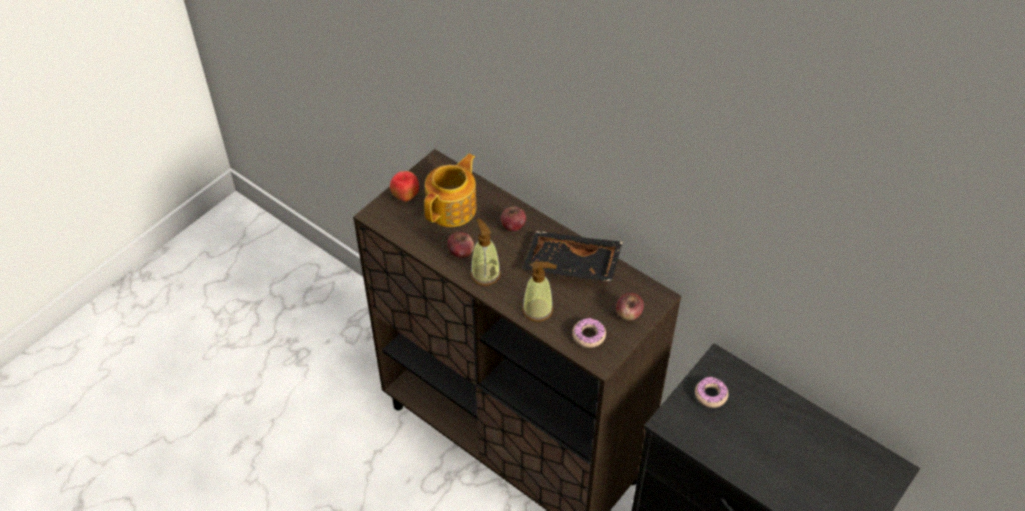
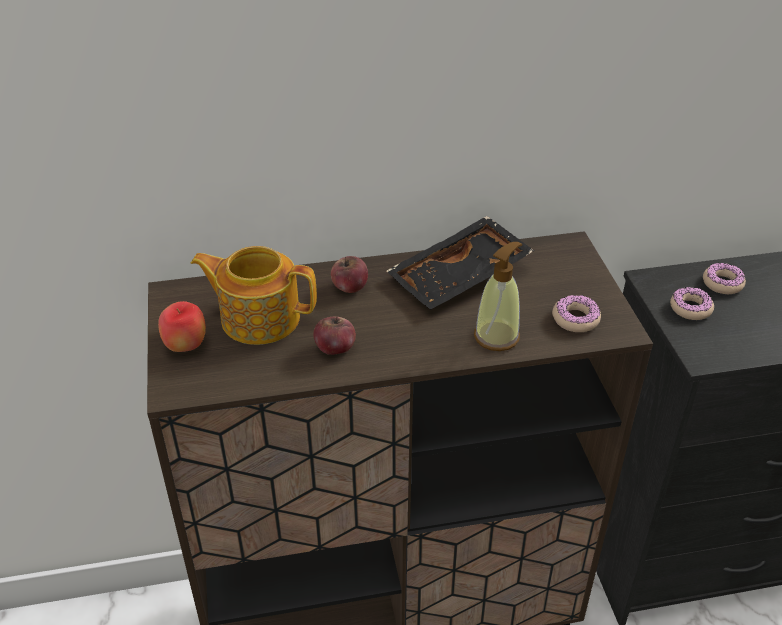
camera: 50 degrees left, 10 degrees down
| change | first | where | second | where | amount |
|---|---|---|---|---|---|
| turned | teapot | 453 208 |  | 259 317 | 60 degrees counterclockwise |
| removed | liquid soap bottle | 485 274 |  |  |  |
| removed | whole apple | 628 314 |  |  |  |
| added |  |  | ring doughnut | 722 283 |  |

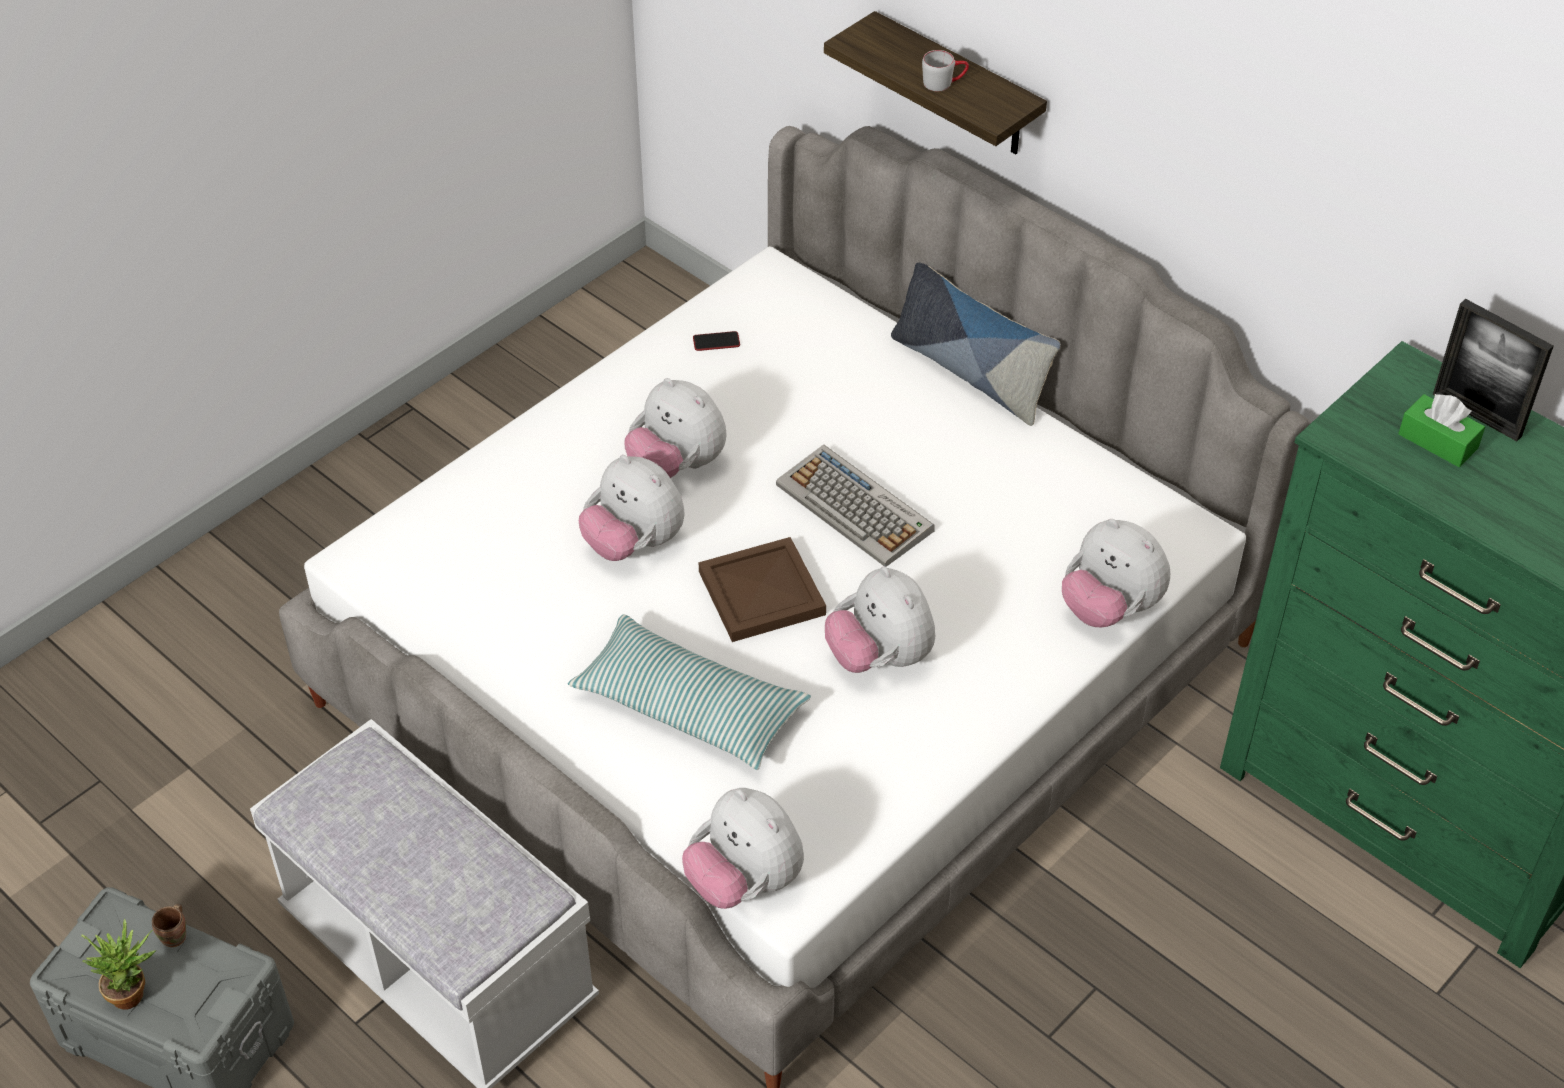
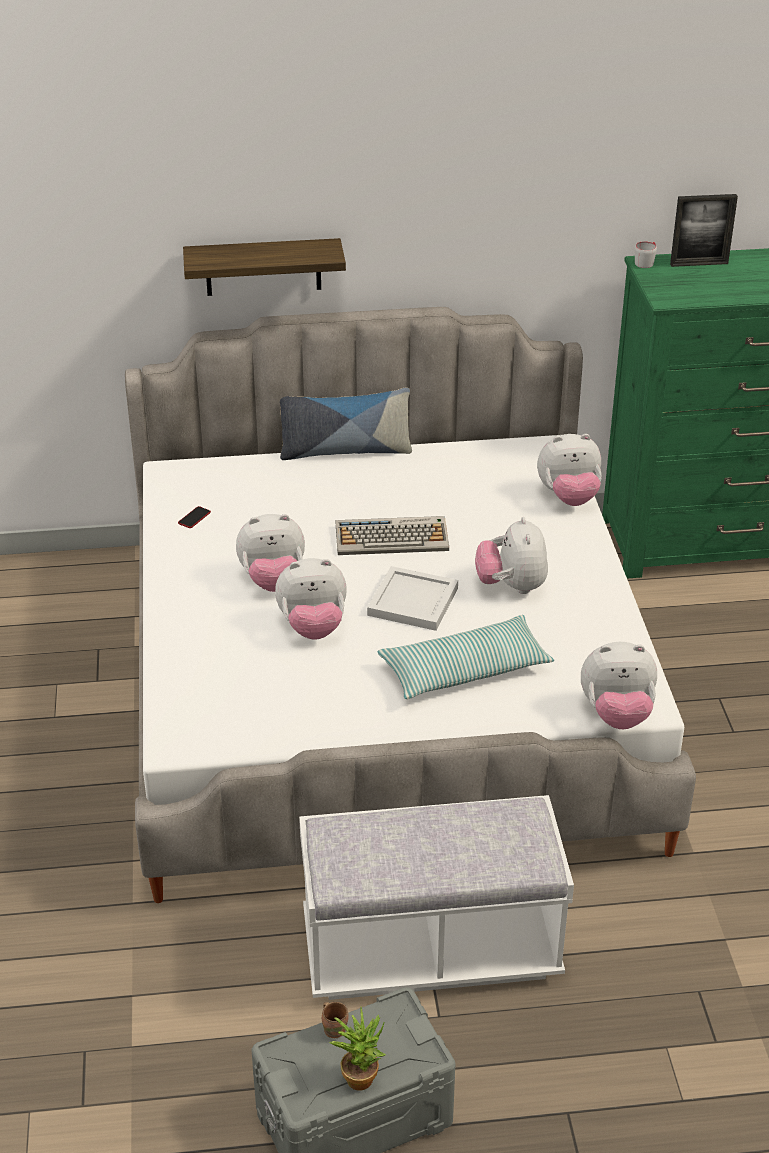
camera: 50 degrees left, 10 degrees down
| change | first | where | second | where | amount |
|---|---|---|---|---|---|
| moved | greyish mug | 944 82 |  | 646 262 |  |
| removed | green-coloured box of tissues | 1438 441 |  |  |  |
| recoloured | brown serving tray | 760 594 | whitish serving tray | 413 602 |  |
| turned | plush toy | 880 657 |  | 511 586 | 75 degrees clockwise |

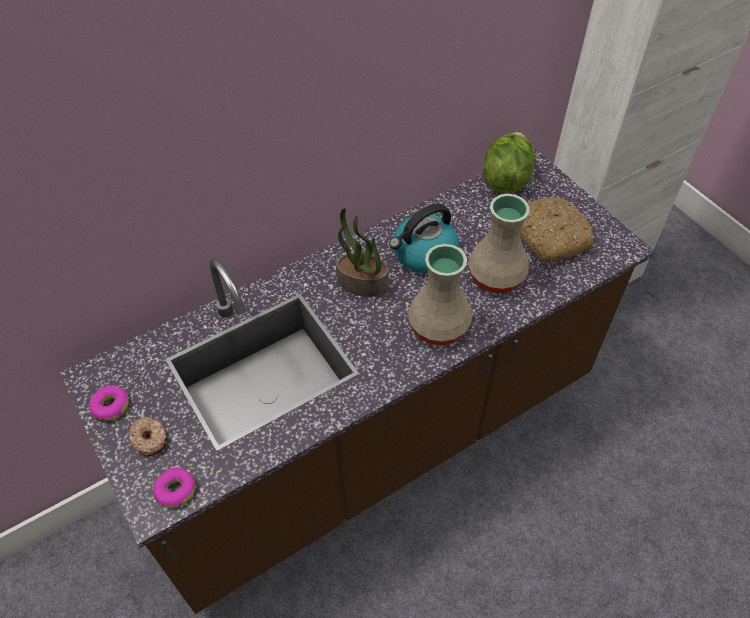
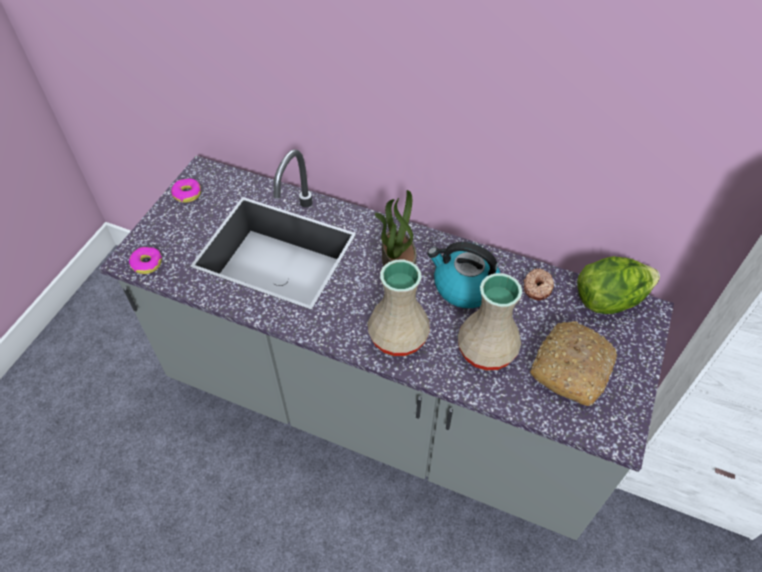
camera: 55 degrees right, 0 degrees up
| change | first | where | second | where | amount |
|---|---|---|---|---|---|
| recoloured | brown kitchen counter | 376 441 | greyish kitchen counter | 381 410 |  |
| moved | ring doughnut | 150 439 |  | 538 288 |  |

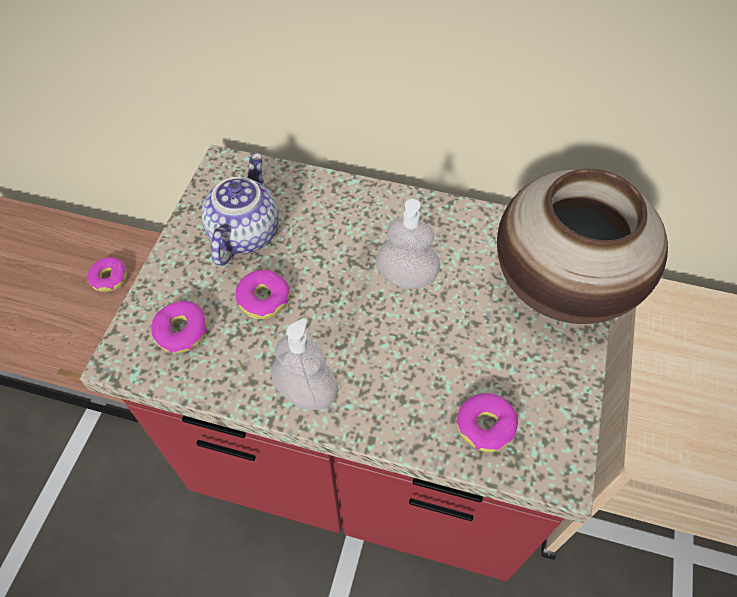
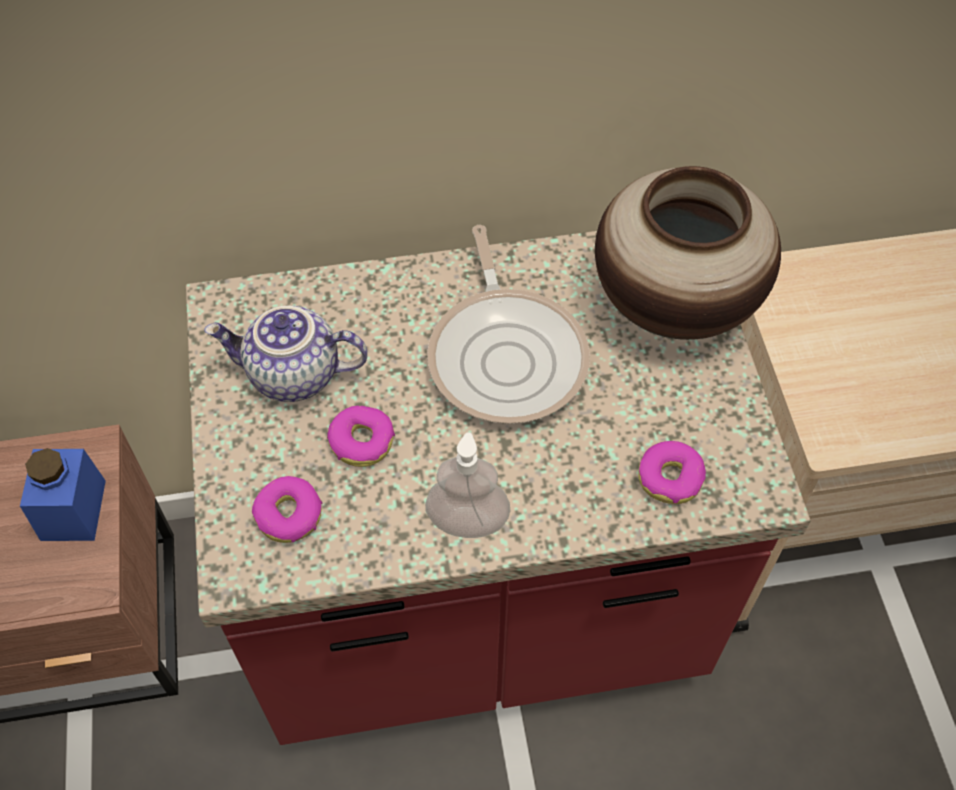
camera: 25 degrees left, 0 degrees up
| change | first | where | second | where | amount |
|---|---|---|---|---|---|
| turned | teapot | 243 233 |  | 293 376 | 75 degrees counterclockwise |
| replaced | liquid soap bottle | 406 277 | skillet | 507 355 |  |
| replaced | ring doughnut | 109 278 | bluish jar | 73 510 |  |

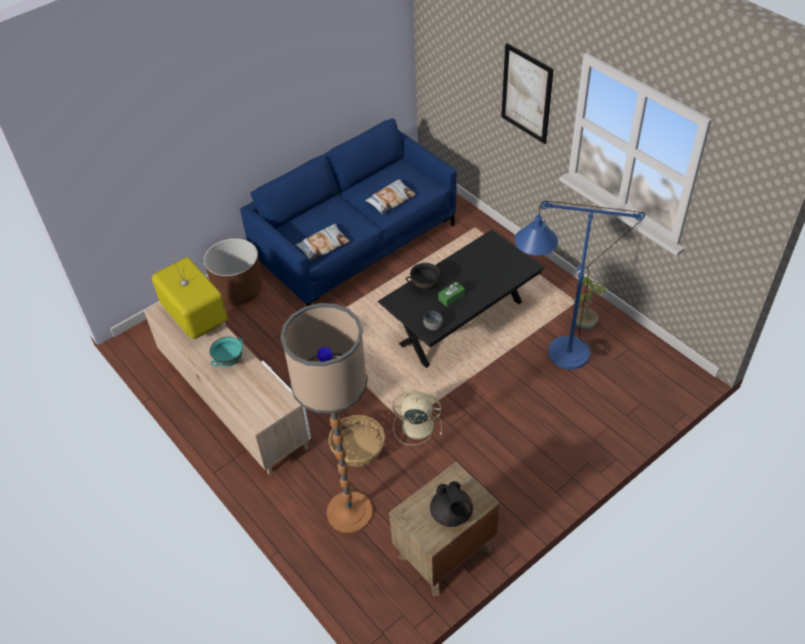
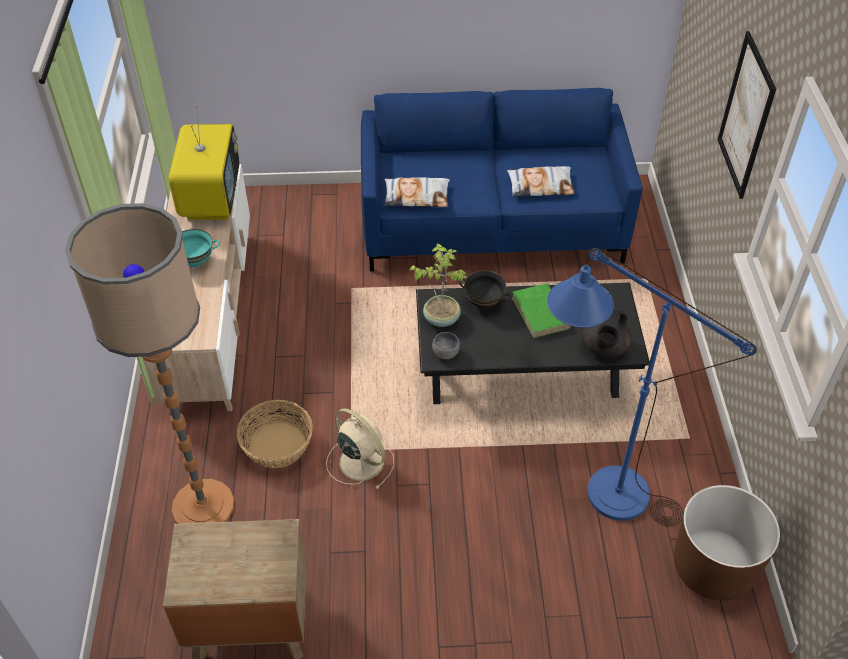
camera: 35 degrees right, 0 degrees up
| change | first | where | second | where | amount |
|---|---|---|---|---|---|
| moved | brown plant pot | 239 290 |  | 713 567 |  |
| moved | plant in a pot | 583 323 |  | 441 318 |  |
| removed | green-coloured box of tissues | 451 297 |  |  |  |
| moved | blackish teapot | 451 515 |  | 604 349 |  |
| added |  |  | green-coloured volume | 541 313 |  |

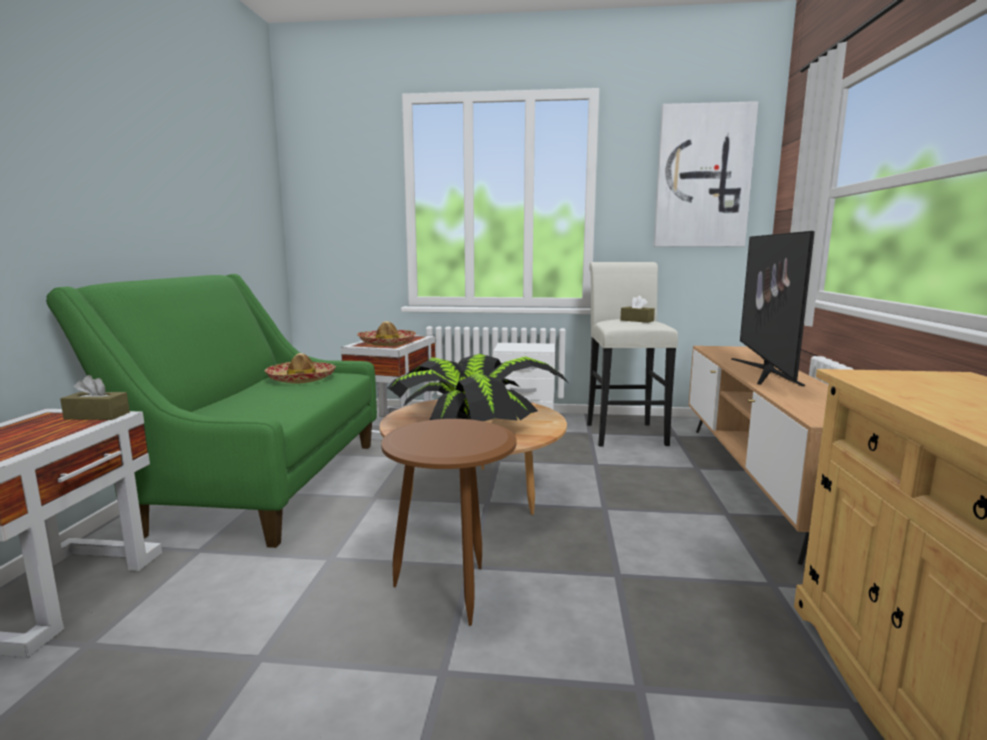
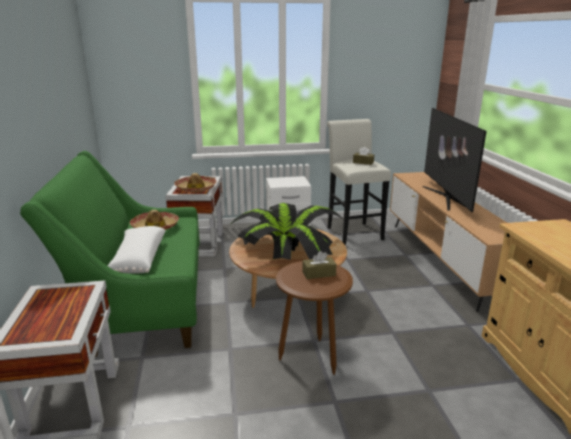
camera: 15 degrees left, 10 degrees up
| change | first | where | second | where | amount |
|---|---|---|---|---|---|
| removed | wall art | 703 177 |  |  |  |
| moved | brown box of tissues | 97 416 |  | 319 273 |  |
| added |  |  | whitish cushion | 138 259 |  |

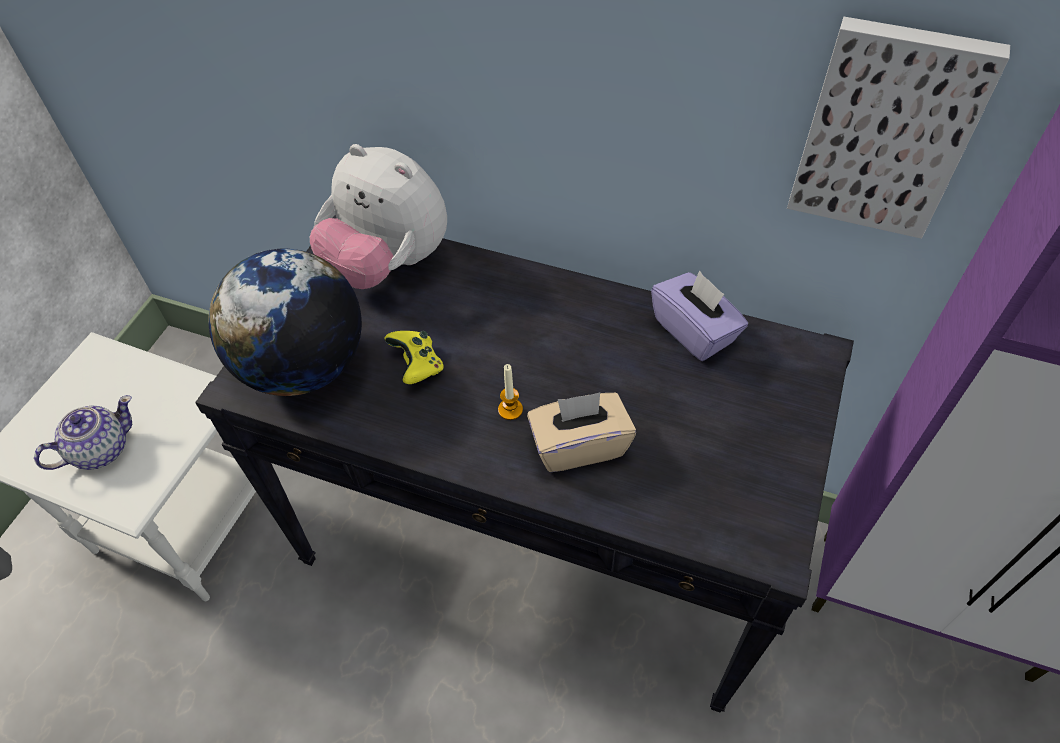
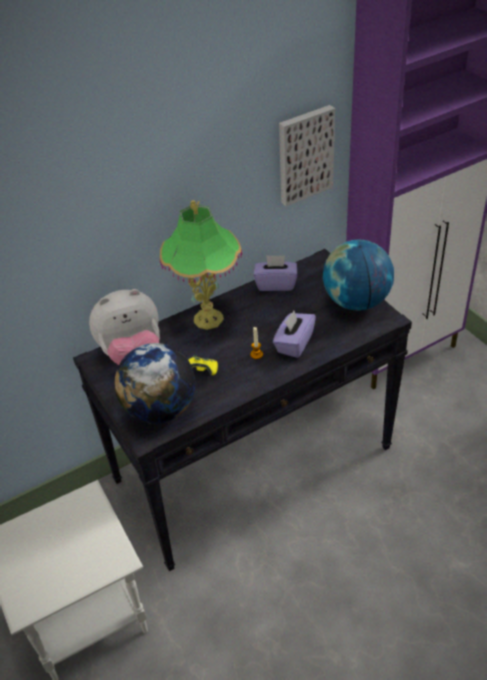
camera: 50 degrees left, 10 degrees down
| change | first | where | second | where | amount |
|---|---|---|---|---|---|
| recoloured | sand-coloured box of tissues | 579 445 | purplish box of tissues | 294 343 |  |
| removed | teapot | 100 450 |  |  |  |
| added |  |  | table lamp | 208 319 |  |
| added |  |  | desk globe | 356 301 |  |

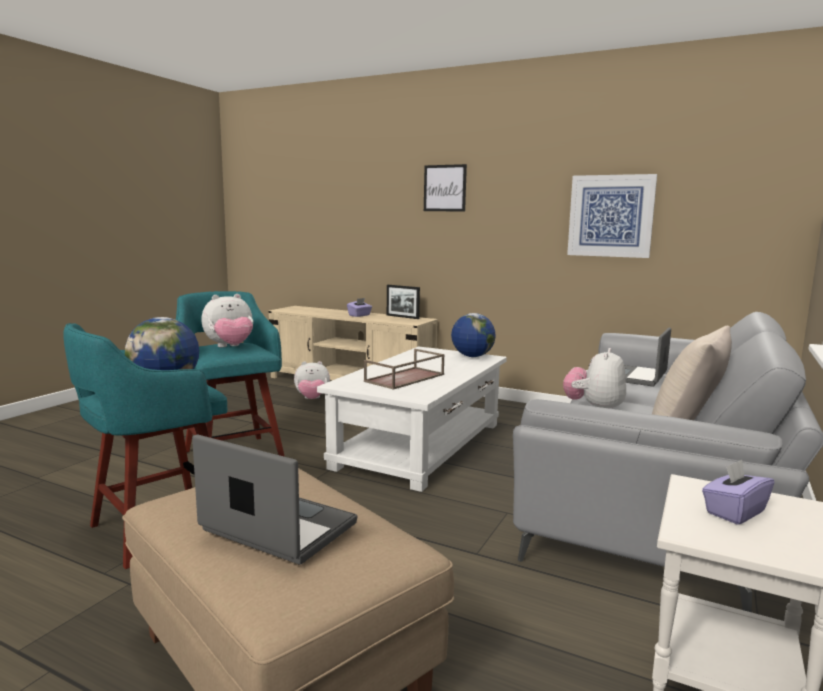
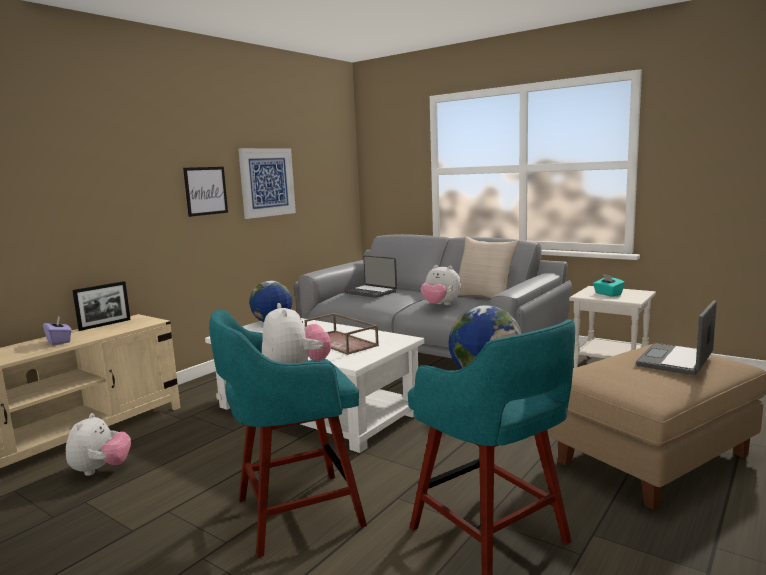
camera: 80 degrees left, 0 degrees up
| change | first | where | second | where | amount |
|---|---|---|---|---|---|
| moved | wall art | 445 188 |  | 206 191 |  |
| recoloured | purplish box of tissues | 734 512 | turquoise box of tissues | 608 294 |  |

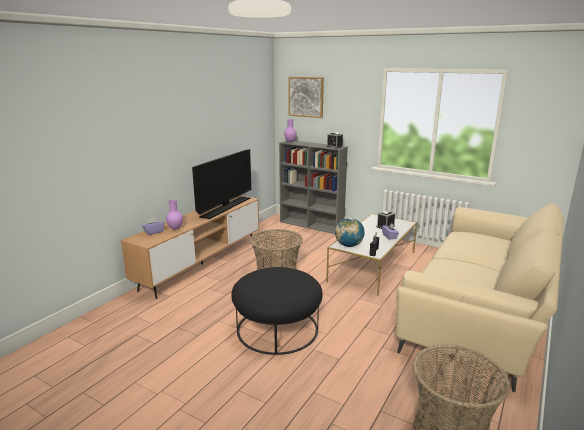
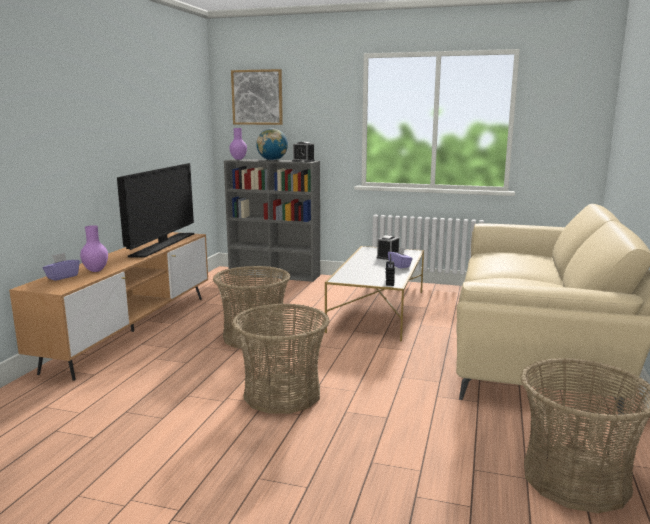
camera: 15 degrees left, 5 degrees down
| change | first | where | second | where | amount |
|---|---|---|---|---|---|
| moved | desk globe | 349 245 |  | 272 160 |  |
| replaced | blackish ottoman | 277 328 | household basket | 282 394 |  |

